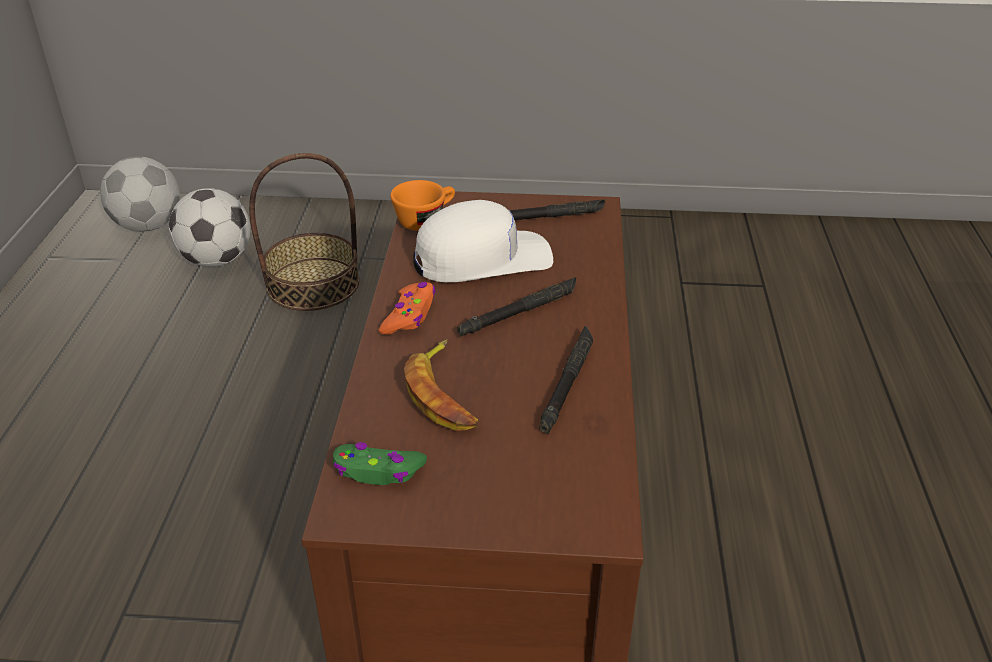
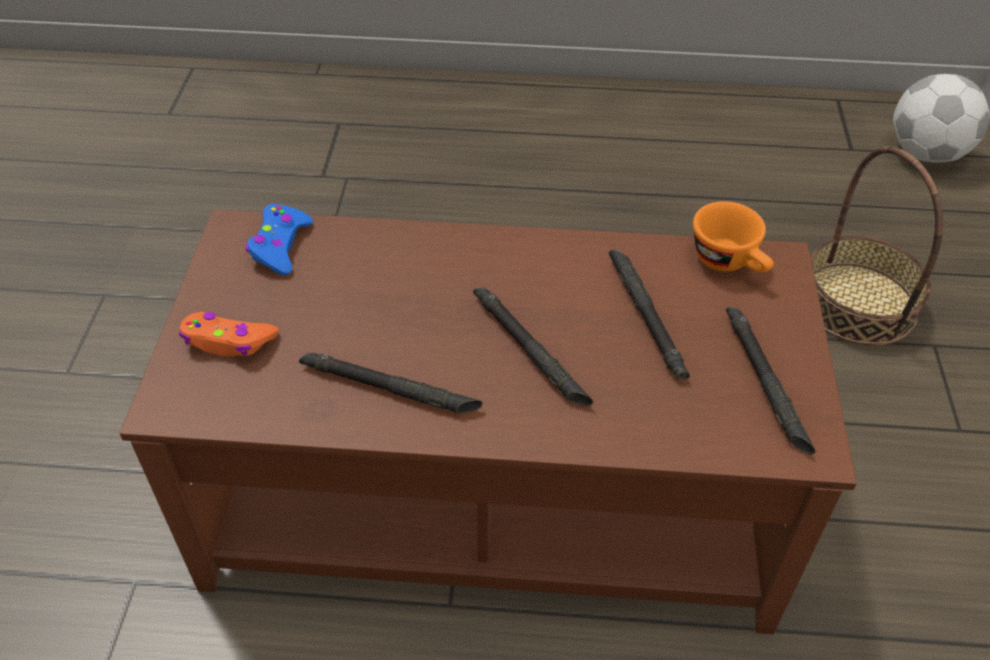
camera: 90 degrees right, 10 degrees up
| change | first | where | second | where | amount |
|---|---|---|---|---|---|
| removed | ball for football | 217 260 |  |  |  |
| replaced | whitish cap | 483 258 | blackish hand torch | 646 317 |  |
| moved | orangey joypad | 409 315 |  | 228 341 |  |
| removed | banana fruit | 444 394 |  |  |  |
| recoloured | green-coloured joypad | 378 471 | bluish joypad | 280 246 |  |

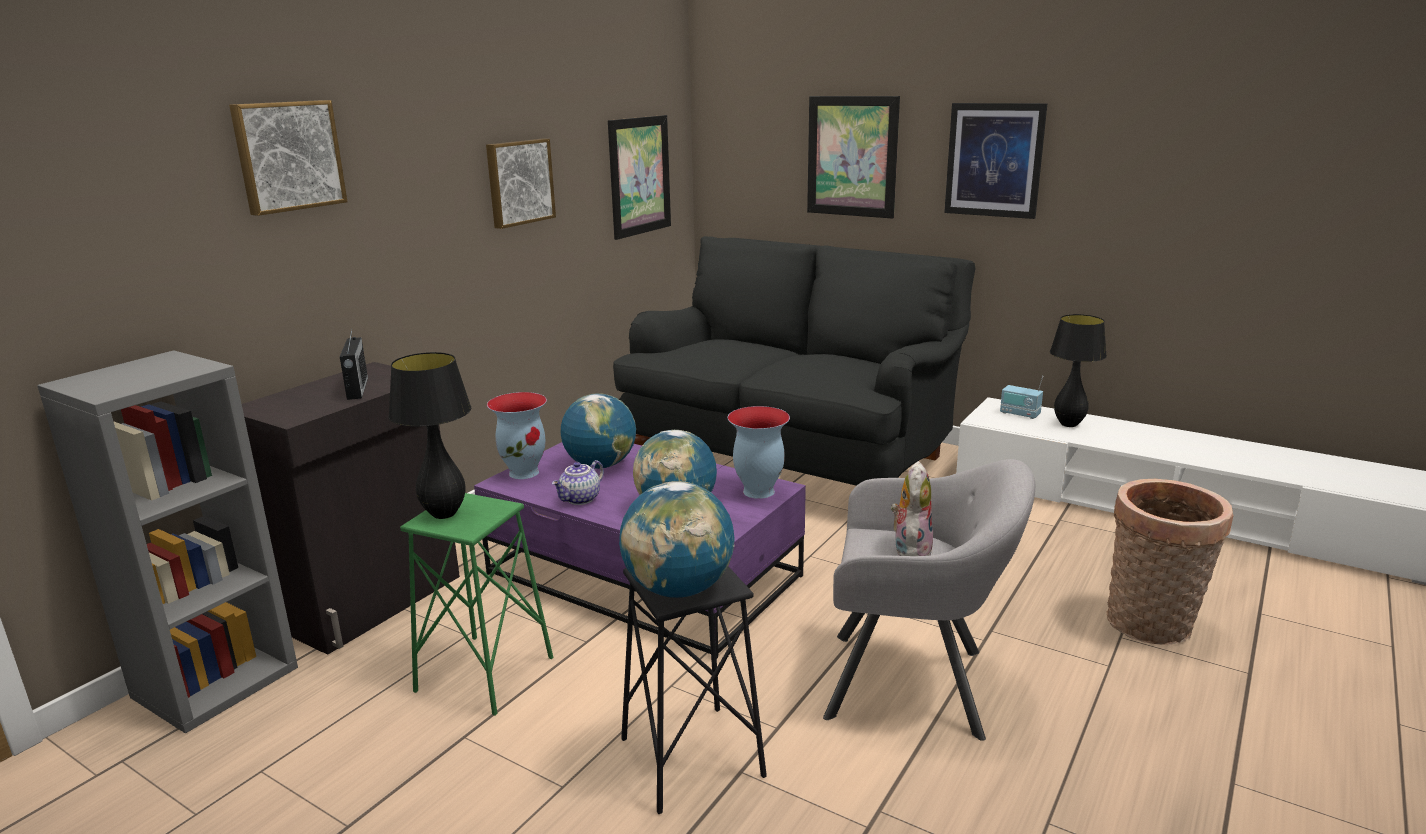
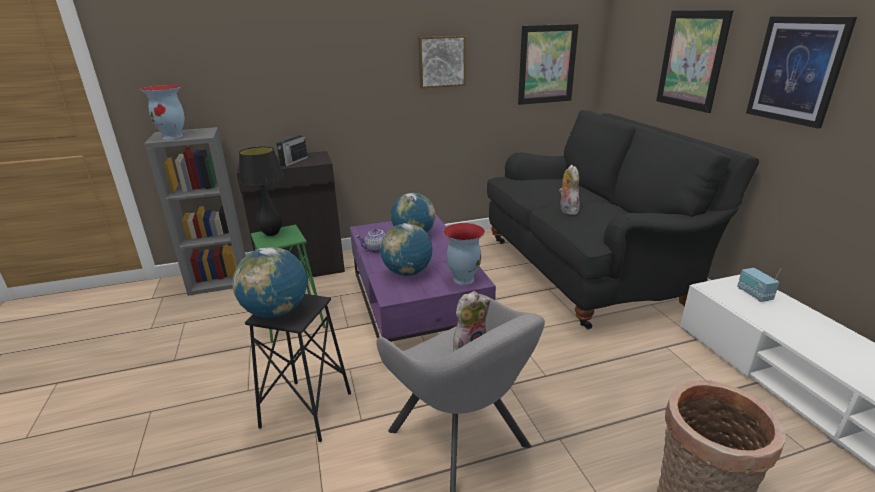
camera: 40 degrees right, 5 degrees up
| change | first | where | second | where | amount |
|---|---|---|---|---|---|
| removed | wall art | 288 156 |  |  |  |
| removed | blackish table lamp | 1068 424 |  |  |  |
| moved | vase | 524 472 |  | 173 137 |  |
| added |  |  | plush toy | 567 210 |  |

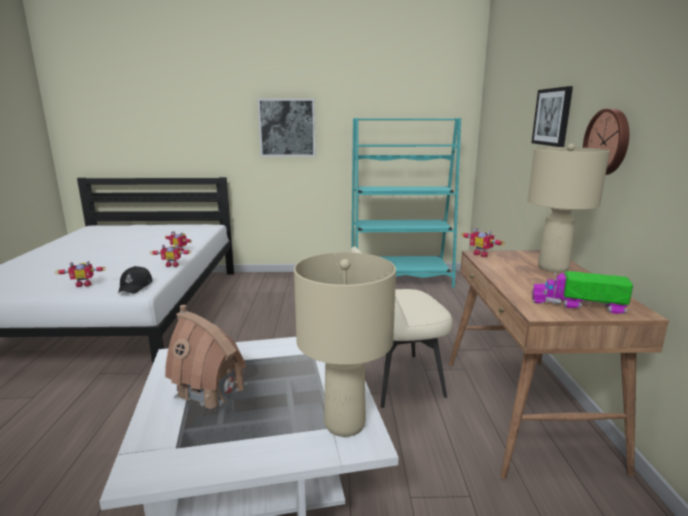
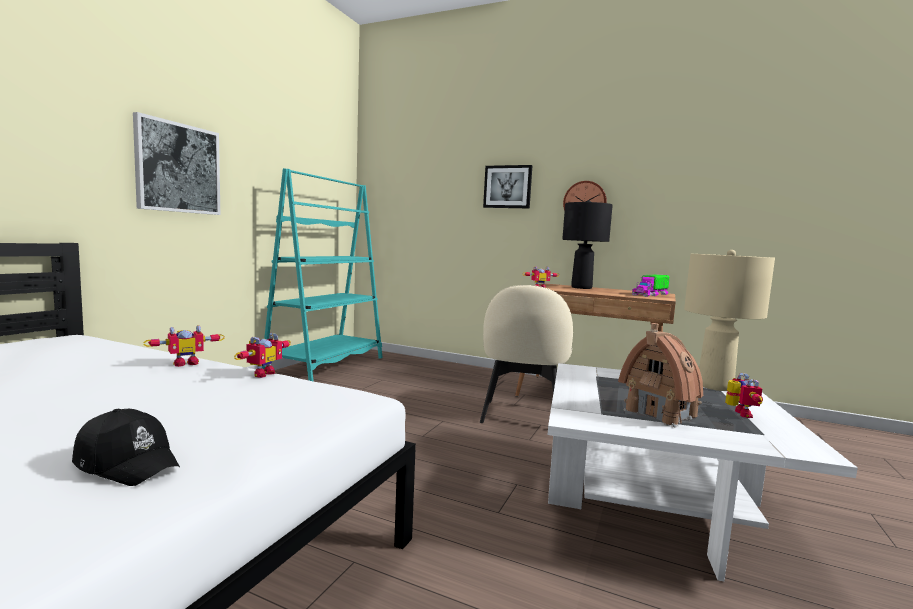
camera: 65 degrees left, 10 degrees down
| change | first | where | second | where | amount |
|---|---|---|---|---|---|
| recoloured | sand-coloured table lamp | 553 268 | blackish table lamp | 582 288 |  |
| moved | robot figure | 84 284 |  | 738 413 |  |
| moved | blackish cap | 136 286 |  | 128 463 |  |

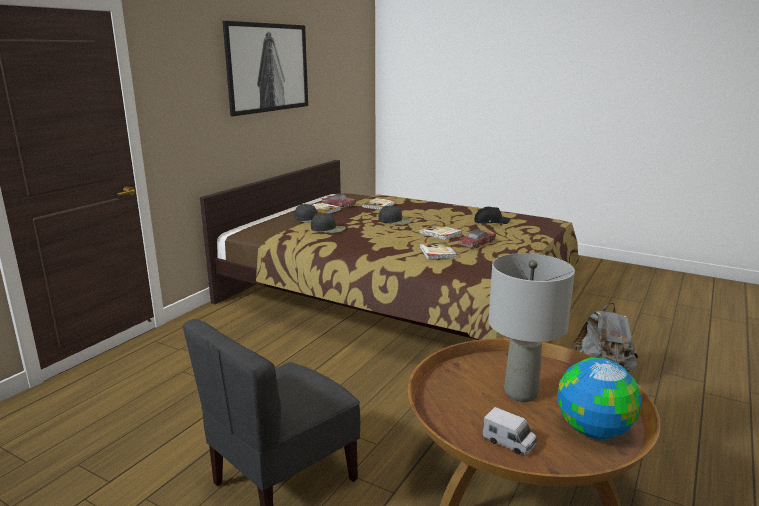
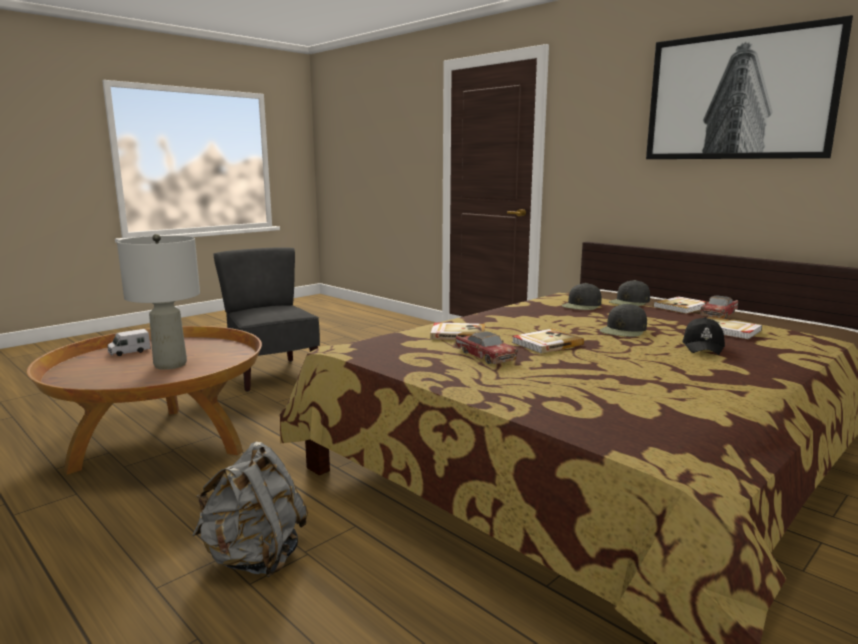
camera: 105 degrees right, 5 degrees down
| change | first | where | second | where | amount |
|---|---|---|---|---|---|
| moved | blackish cap | 491 221 |  | 703 346 |  |
| removed | desk globe | 592 430 |  |  |  |

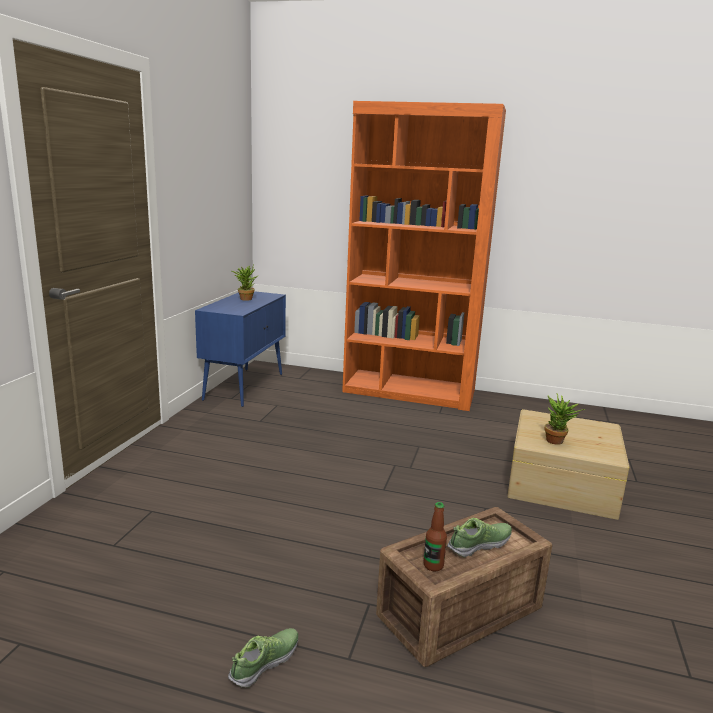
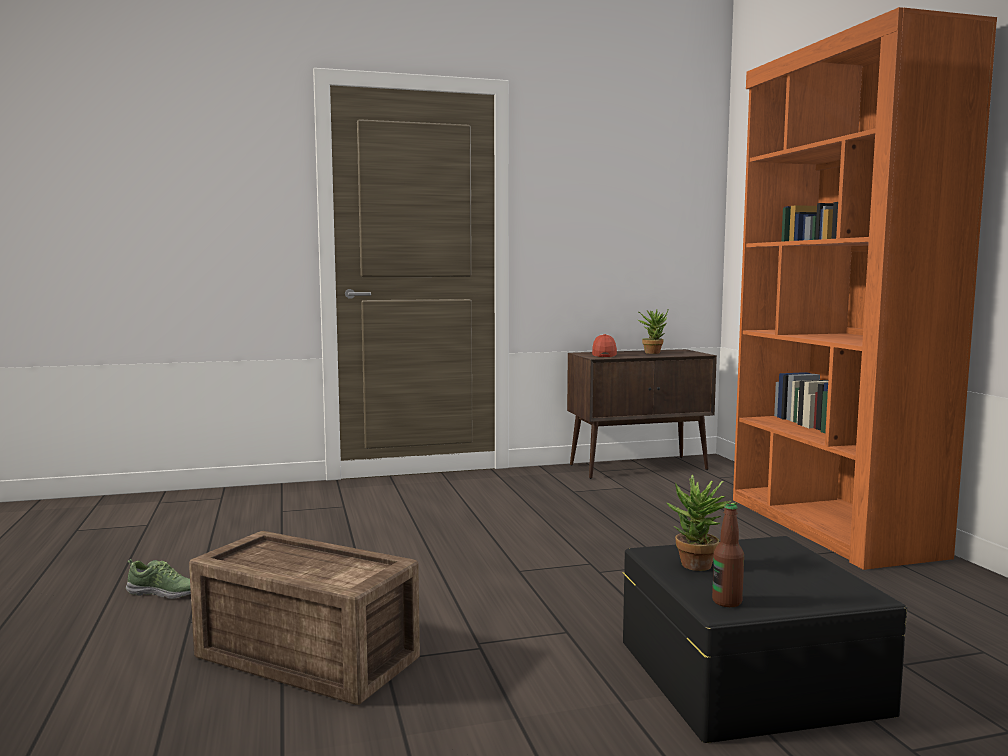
camera: 60 degrees right, 10 degrees down
| change | first | where | second | where | amount |
|---|---|---|---|---|---|
| recoloured | bluish cabinet | 244 386 | brown cabinet | 639 467 |  |
| recoloured | sand-coloured storage bin | 560 483 | blackish storage bin | 748 674 |  |
| moved | bottle | 433 565 |  | 727 602 |  |
| removed | shoe | 480 545 |  |  |  |
| added |  |  | cap | 604 354 |  |

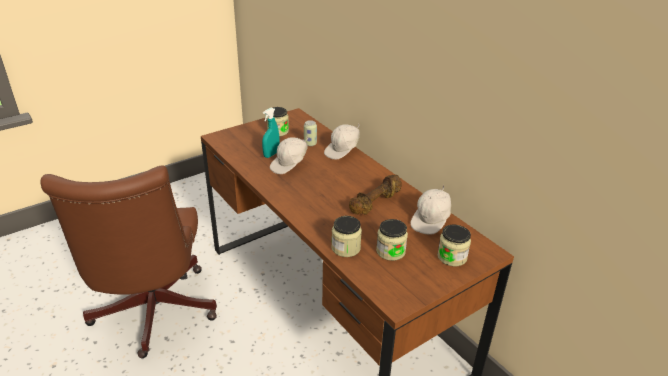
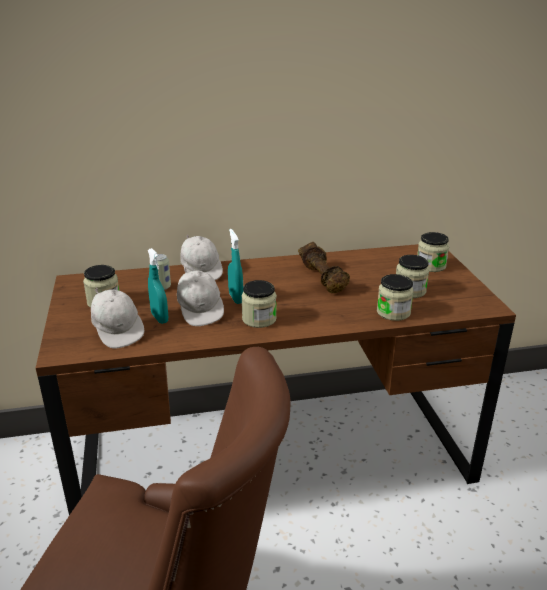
camera: 65 degrees left, 5 degrees down
| change | first | where | second | where | amount |
|---|---|---|---|---|---|
| moved | whitish cap | 431 221 |  | 118 331 |  |
| added |  |  | turquoise spray bottle | 236 298 |  |
| added |  |  | jar | 259 319 |  |

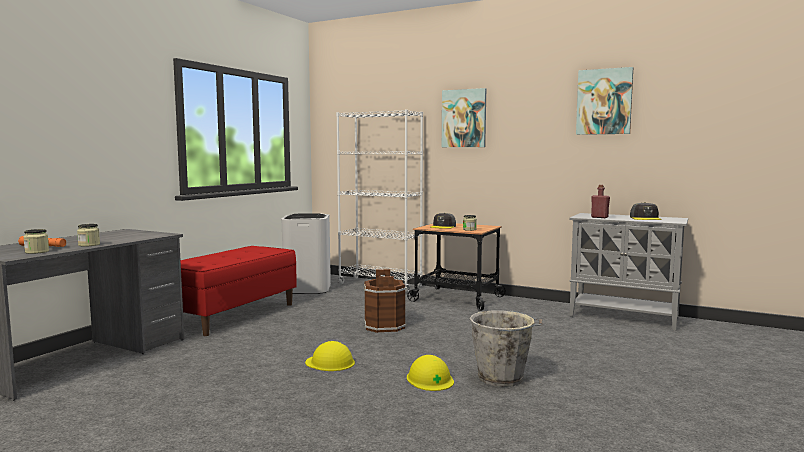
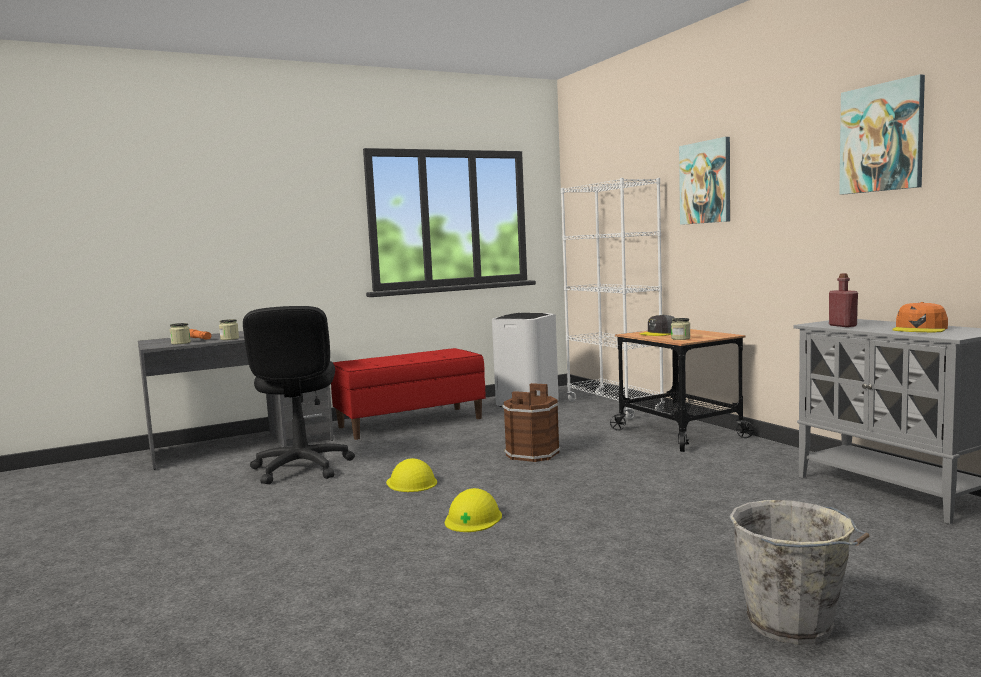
camera: 35 degrees right, 0 degrees up
| change | first | where | second | where | amount |
|---|---|---|---|---|---|
| recoloured | greyish cap | 645 218 | orangey cap | 920 329 |  |
| moved | greyish water bucket | 502 378 |  | 793 625 |  |
| added |  |  | blackish desk chair | 301 468 |  |

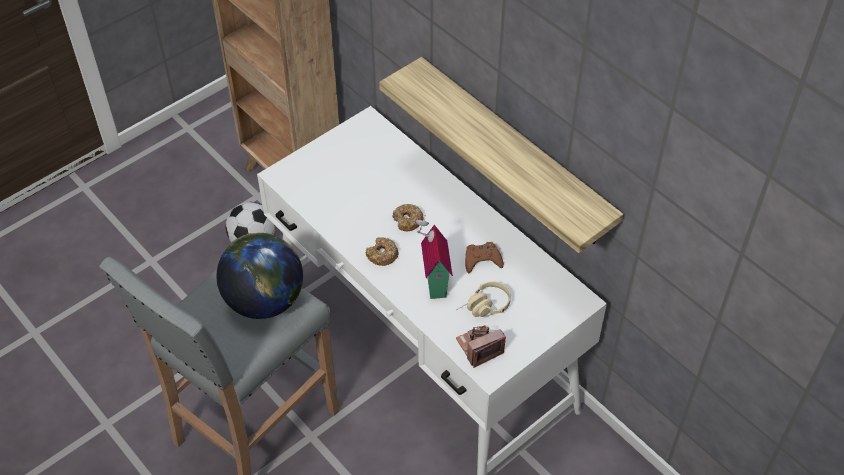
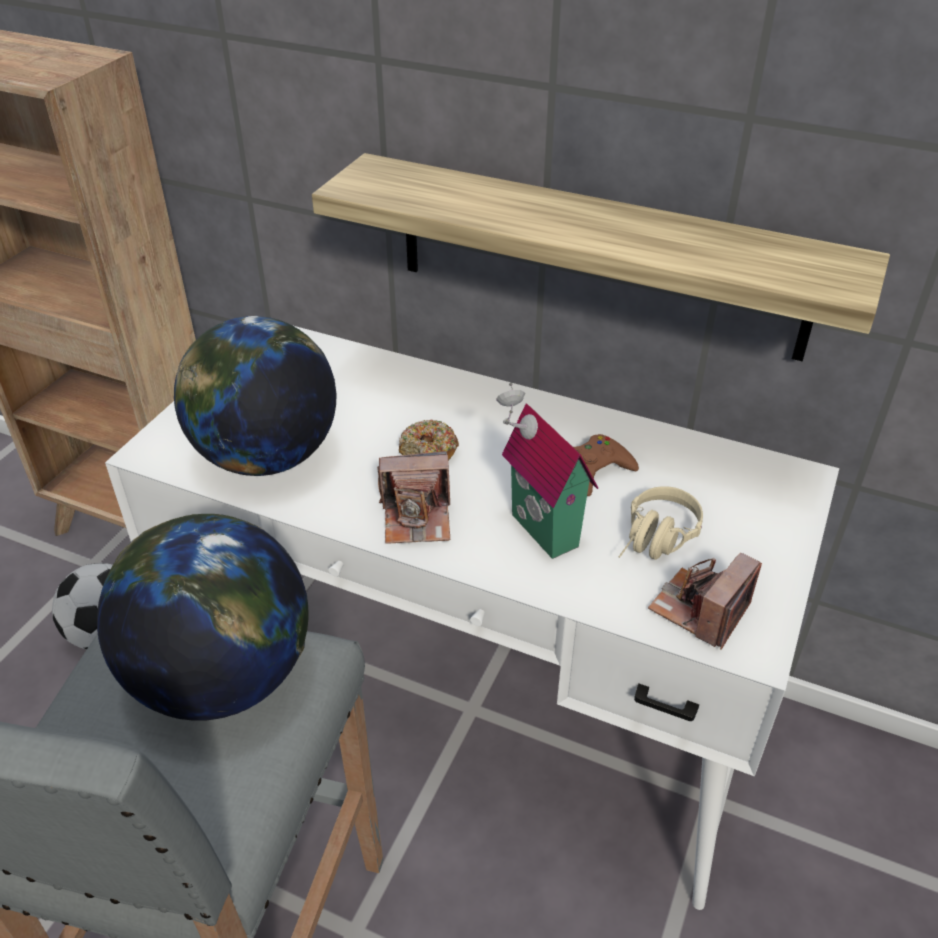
camera: 25 degrees left, 10 degrees down
| change | first | where | second | where | amount |
|---|---|---|---|---|---|
| replaced | ring doughnut | 382 255 | photo camera | 417 517 |  |
| added |  |  | desk globe | 267 457 |  |

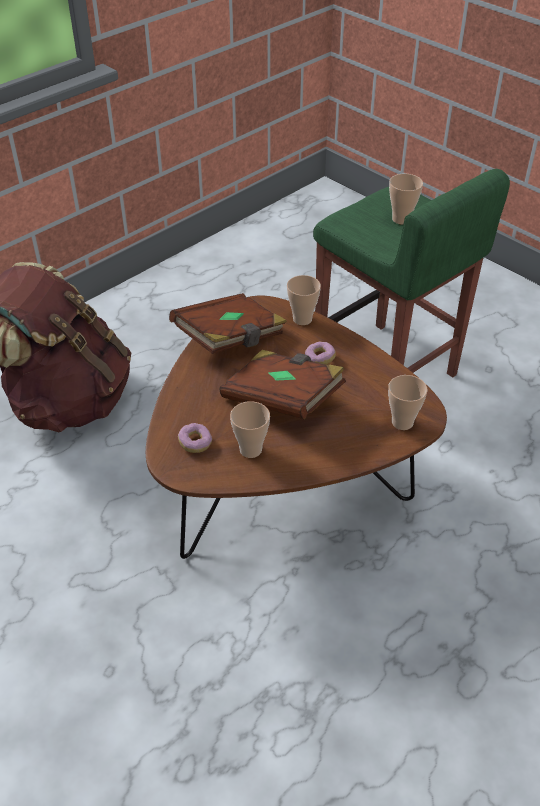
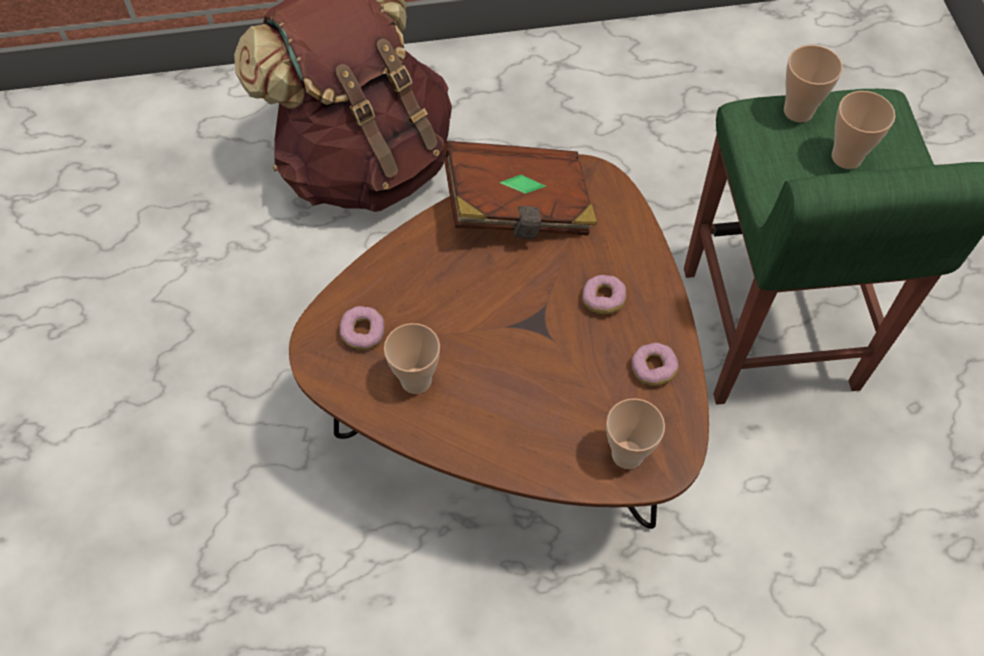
camera: 35 degrees right, 15 degrees up
| change | first | where | second | where | amount |
|---|---|---|---|---|---|
| moved | small cup | 302 319 |  | 798 111 |  |
| removed | brown volume | 283 399 |  |  |  |
| added |  |  | ring doughnut | 653 369 |  |

